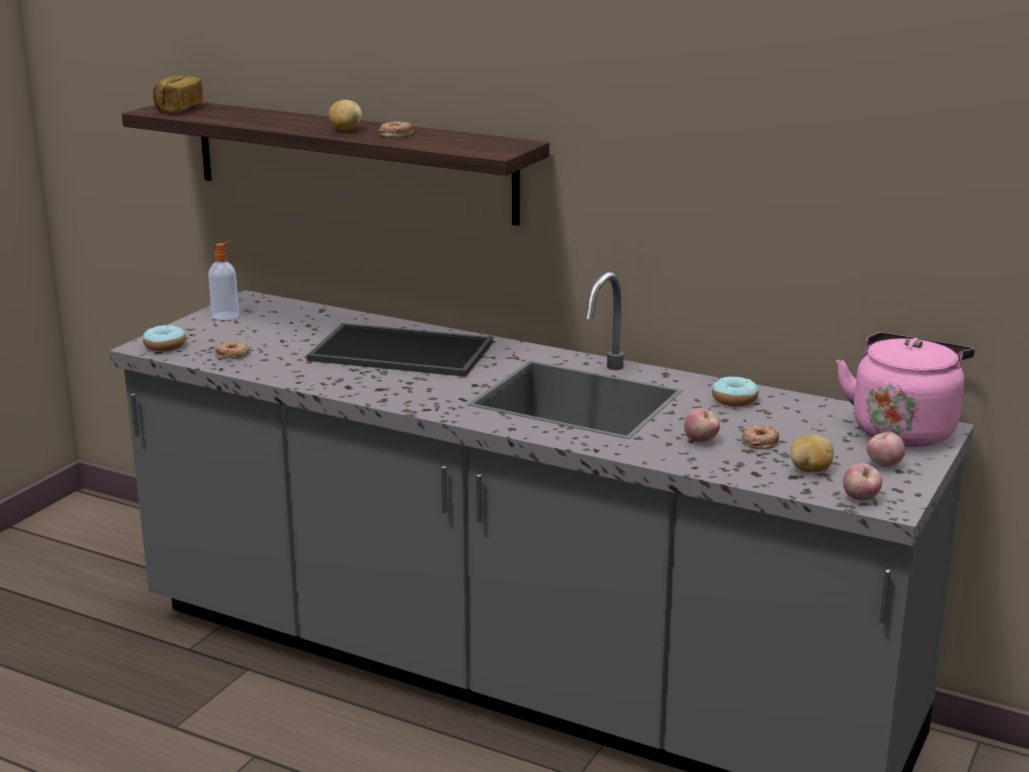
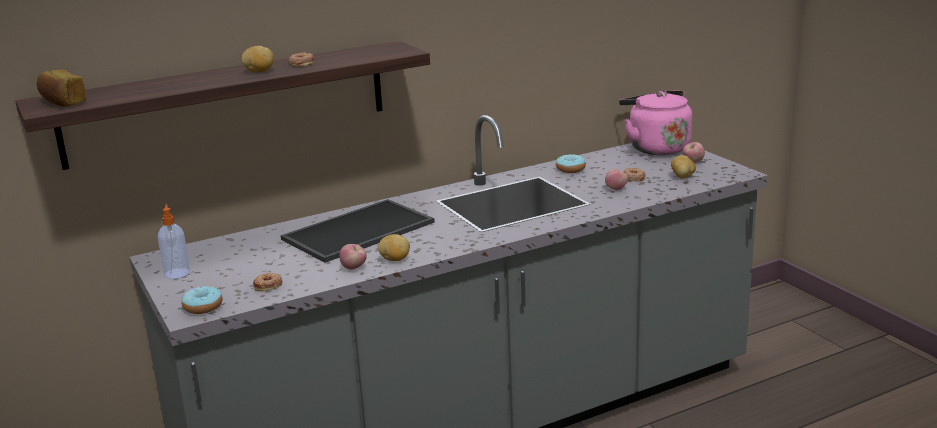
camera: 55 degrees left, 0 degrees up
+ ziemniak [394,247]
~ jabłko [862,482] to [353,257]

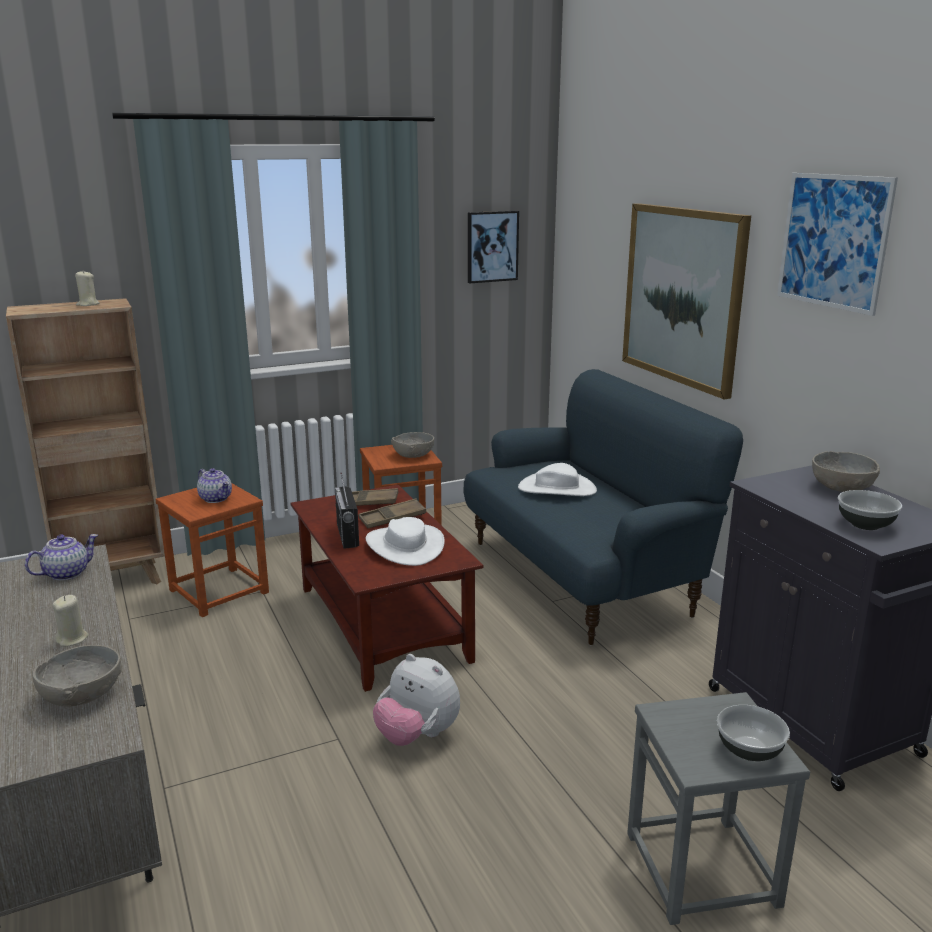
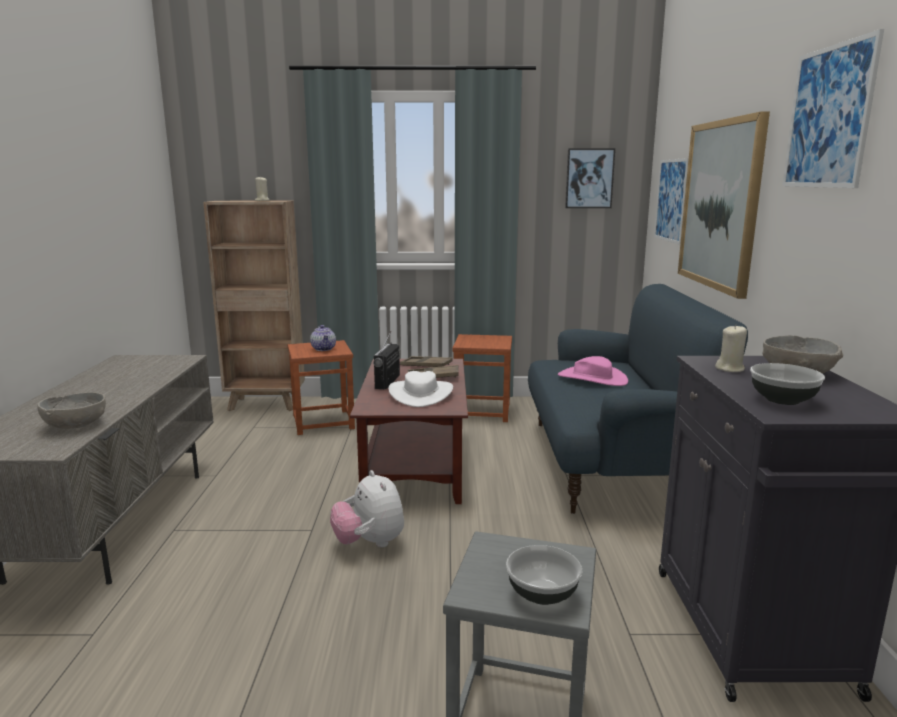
camera: 25 degrees right, 5 degrees down
- imbryk [61,557]
- miska (szary) [412,445]
+ obraz [671,201]
~ świeca (beżowy) [70,621] to [731,348]
~ kapelusz (biały) [557,479] to kapelusz (różowy) [593,371]

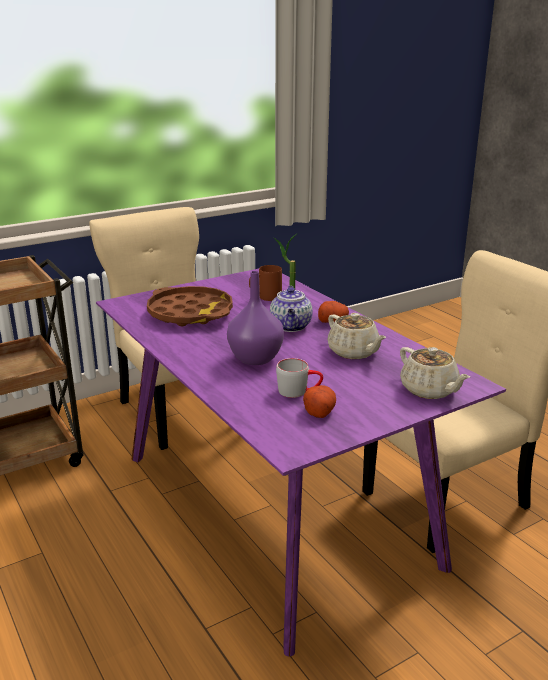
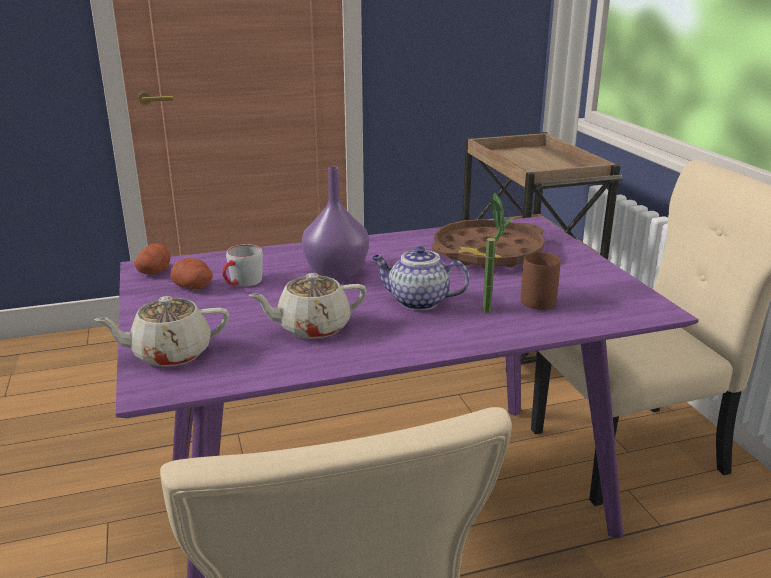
camera: 105 degrees right, 0 degrees up
~ ziemniak [333,312] to [152,258]

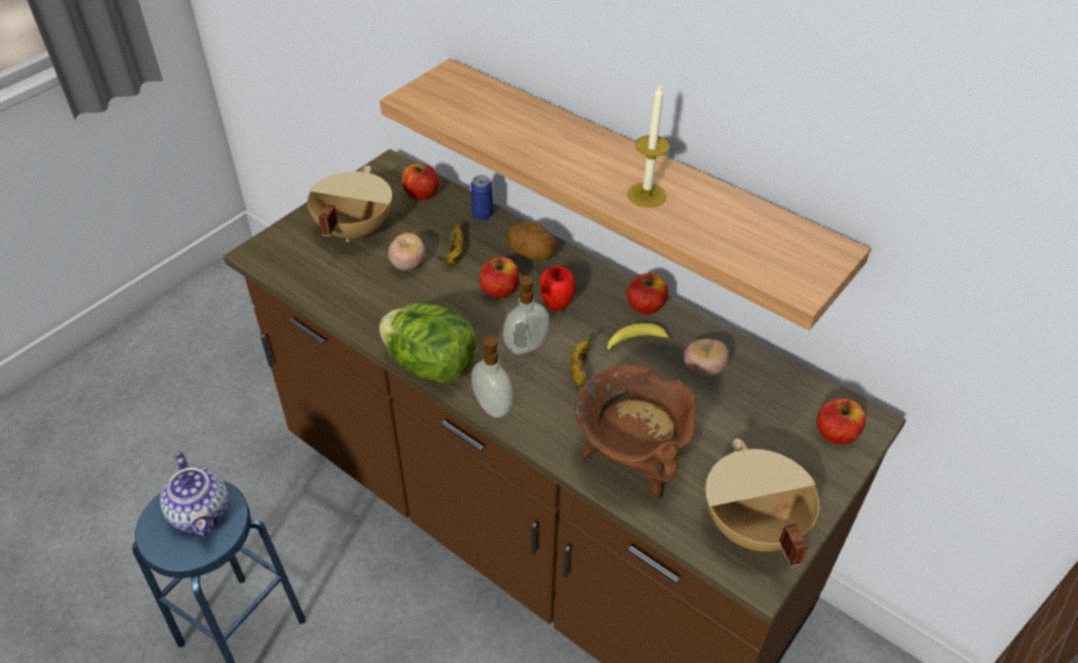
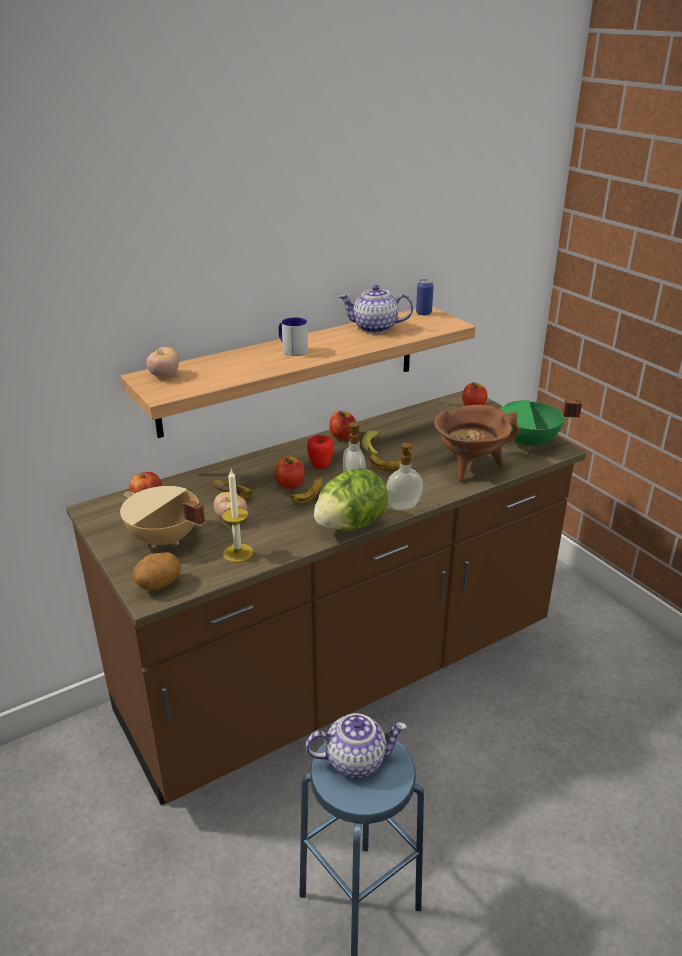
camera: 70 degrees left, 15 degrees down
+ kubek [293,336]
+ banan [303,490]
+ imbryk [375,309]
~ puszka [482,198] to [425,297]
~ ziemniak [531,241] to [157,571]
~ świeca [648,146] to [237,516]
~ pomidor [707,357] to [162,362]
~ garnek (beżowy) [762,503] to garnek (zielony) [541,425]

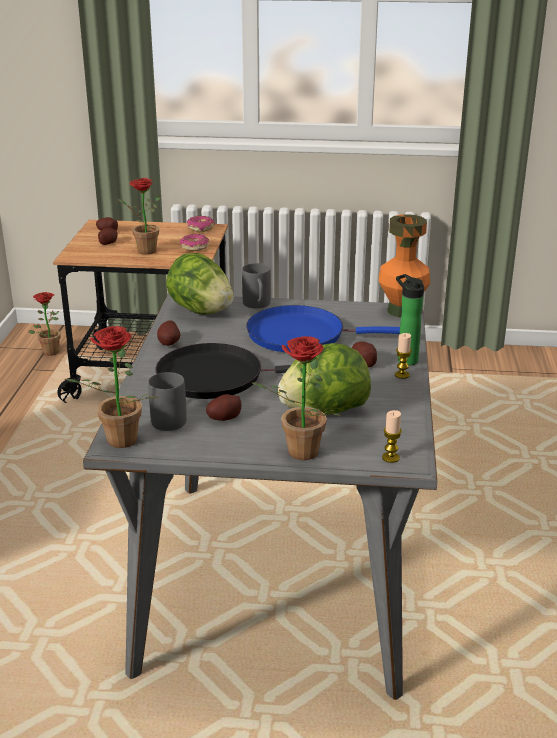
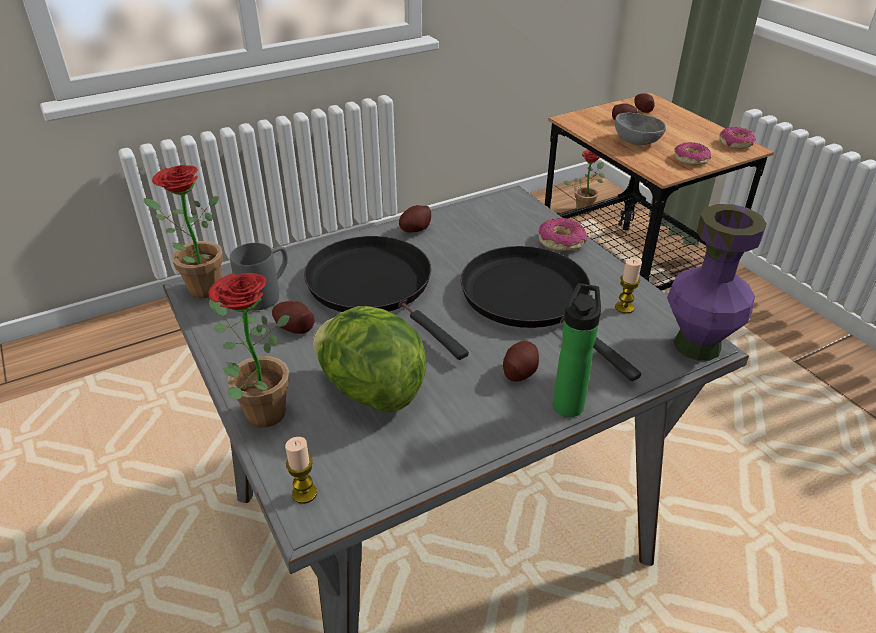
camera: 55 degrees right, 10 degrees up
- sałata [200,284]
~ świeca [403,356] to [628,286]
~ roślina doniczkowa [139,216] to miska (szary) [640,128]
~ kubek (szary) [256,286] to donut [563,234]
~ patelnia (niebieski) [323,329] to patelnia (czarny) [551,313]
~ wazon (pomarańczowy) [404,265] to wazon (fioletowy) [717,282]

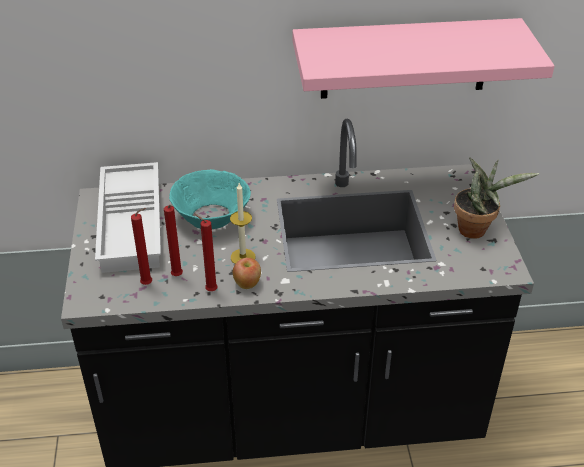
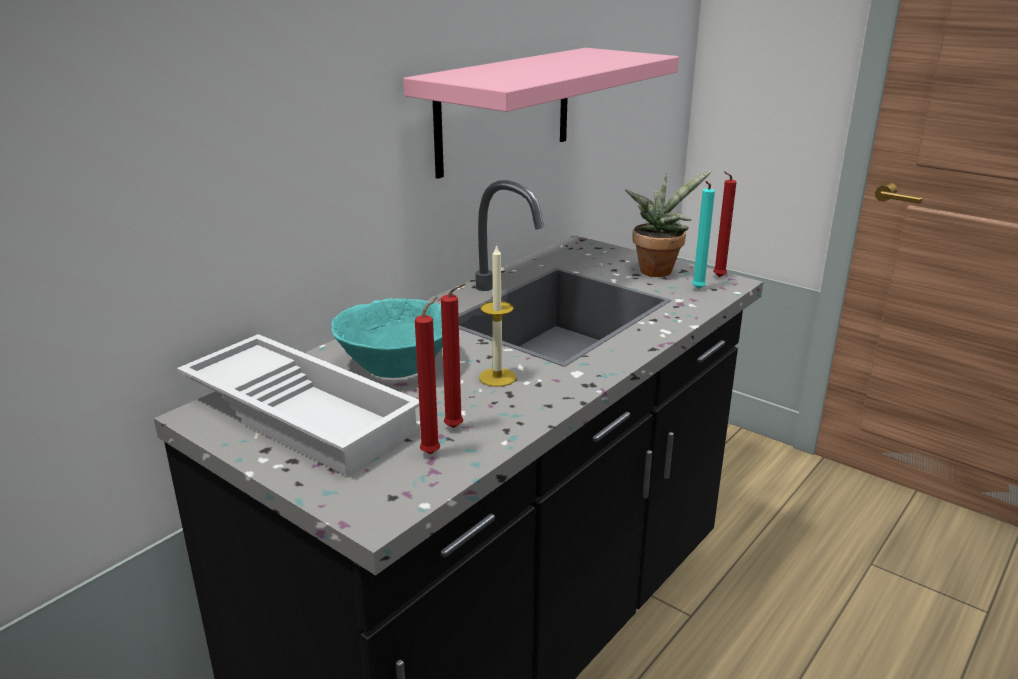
camera: 45 degrees left, 15 degrees down
- jabłko [247,273]
+ świeca (turkusowy) [703,235]
~ świeca (czerwony) [206,252] to [725,224]

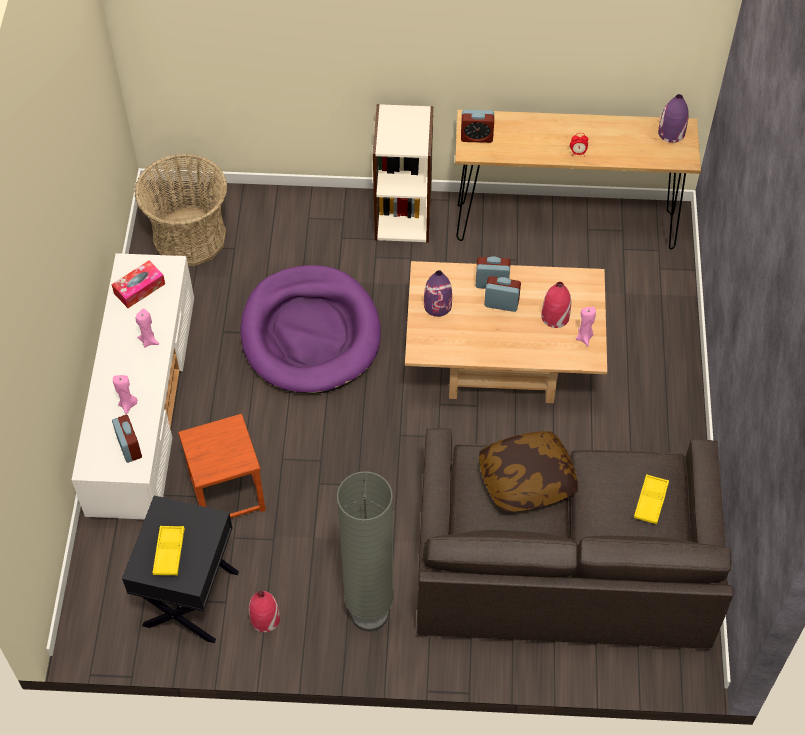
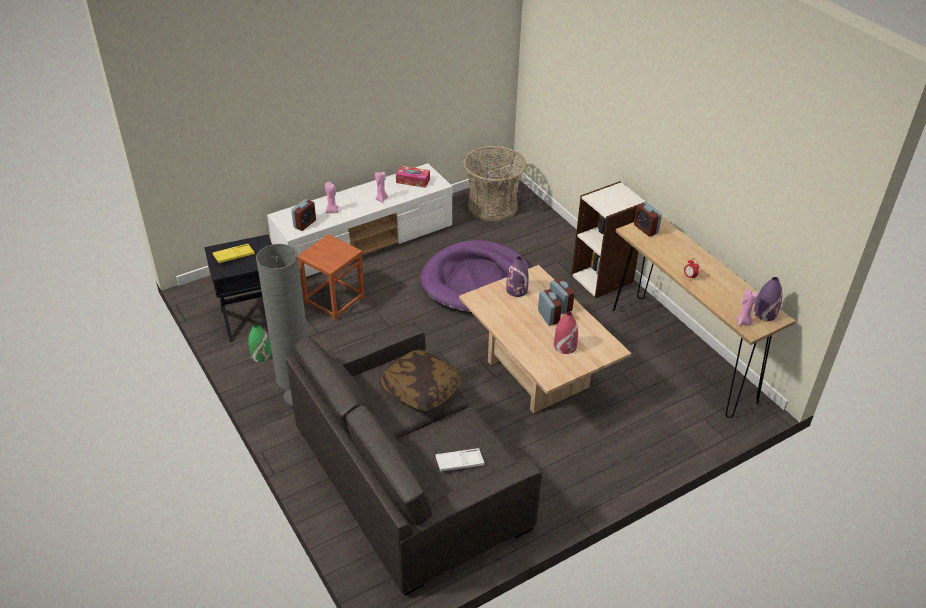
camera: 55 degrees right, 15 degrees down
~ świeca (różowy) [586,326] to [747,307]
~ wazon (czerwony) [264,611] to wazon (zielony) [260,343]
~ taca (żółty) [651,499] to taca (biały) [460,460]

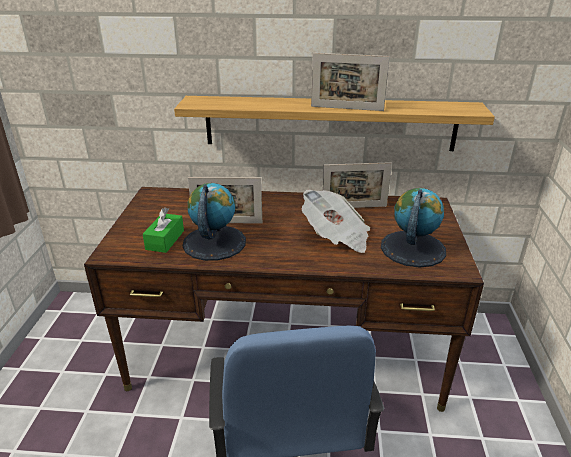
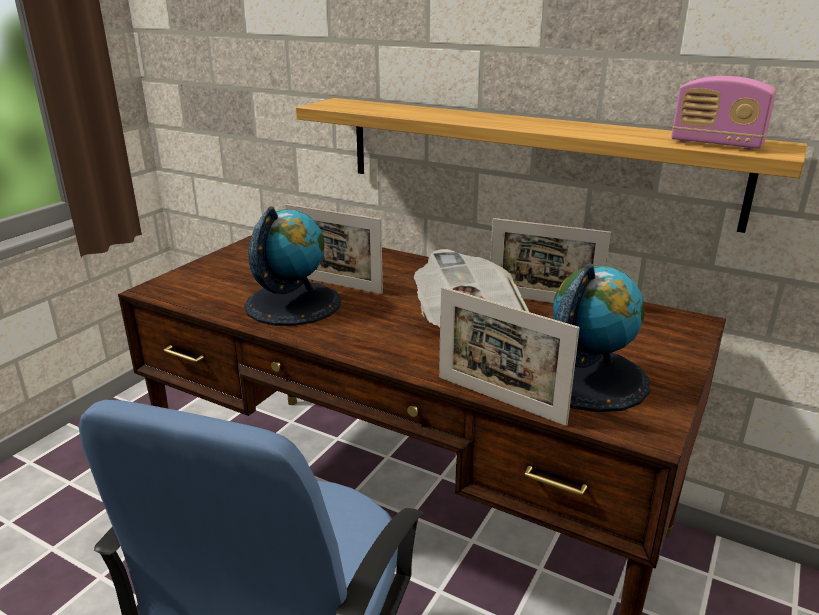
camera: 25 degrees right, 5 degrees down
- pudełko chusteczek (zielony) [163,230]
+ radio [724,113]
~ ramka na zdjęcie [350,82] to [509,356]

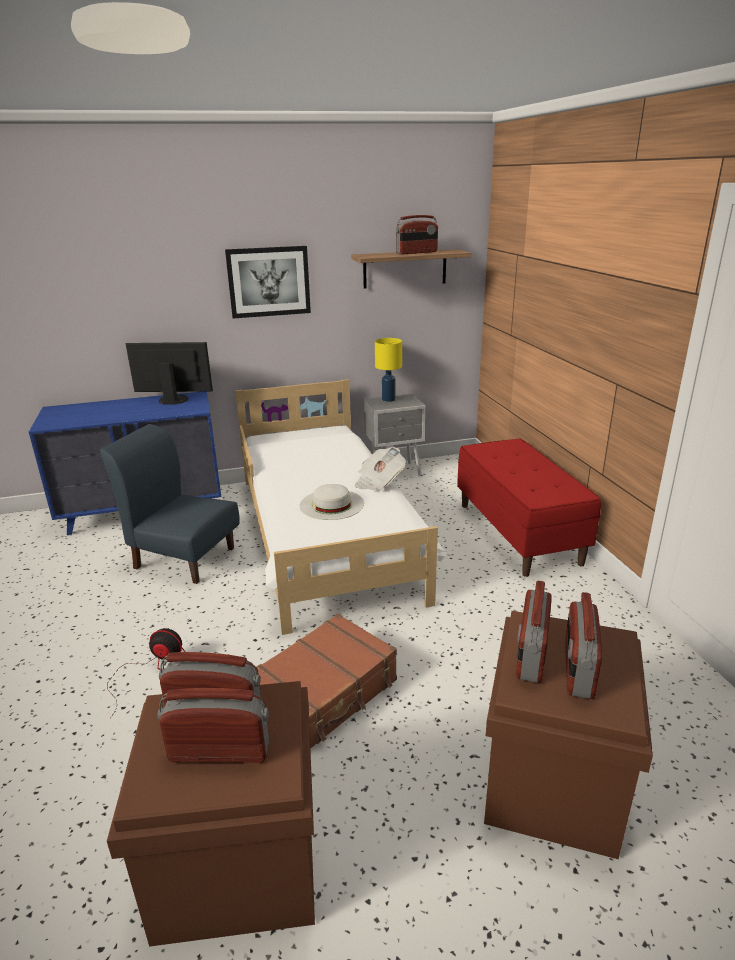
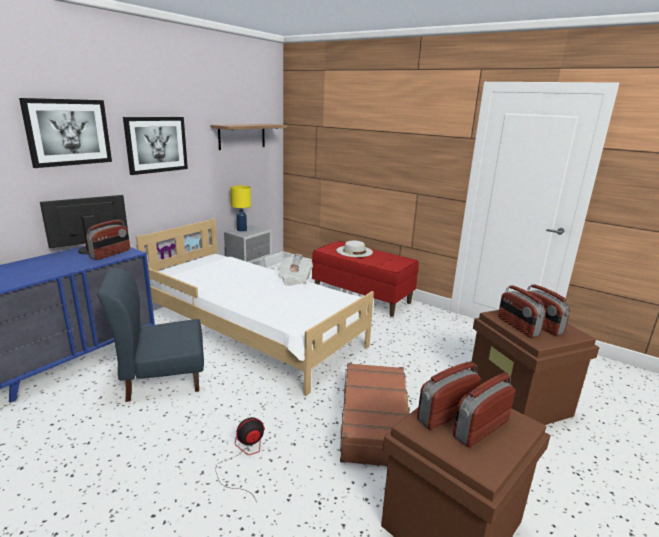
camera: 40 degrees left, 5 degrees down
+ obraz [65,133]
~ kapelusz (biały) [332,502] to [355,248]
~ radio [417,234] to [108,240]

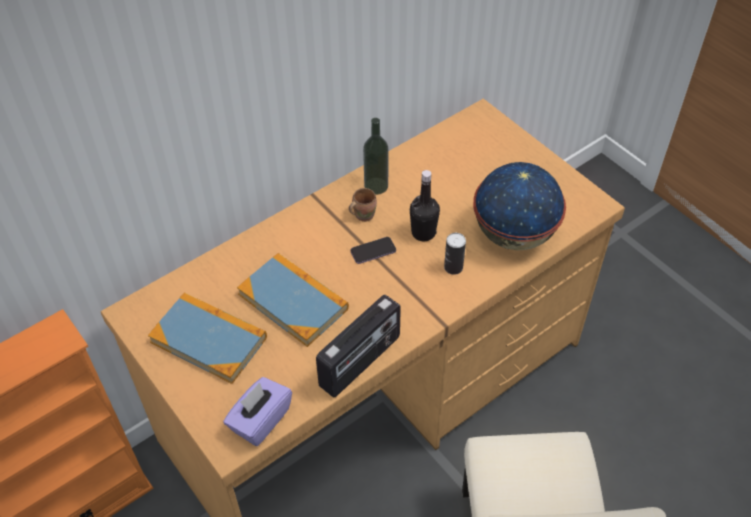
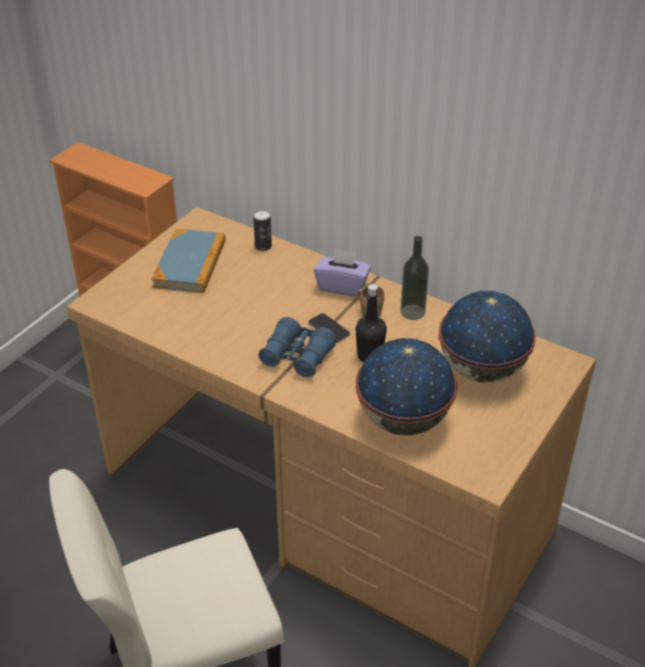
camera: 70 degrees right, 10 degrees down
- książka [293,300]
- radio [358,346]
+ lornetka (niebieski) [297,347]
+ globus [487,337]
~ pudełko chusteczek (fioletowy) [257,411] to [342,272]
~ puszka [455,254] to [262,230]

